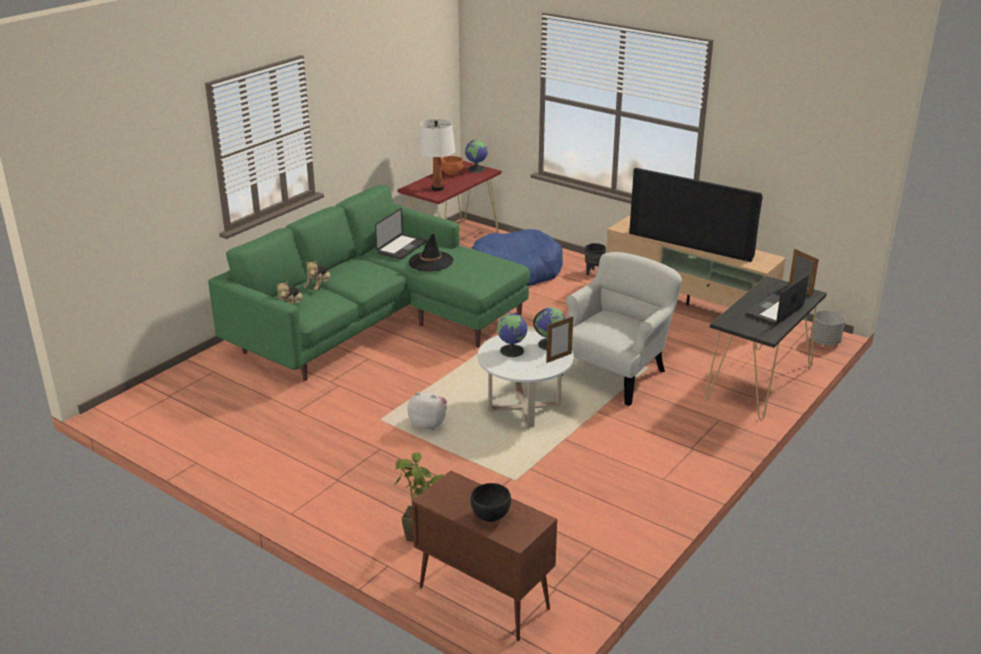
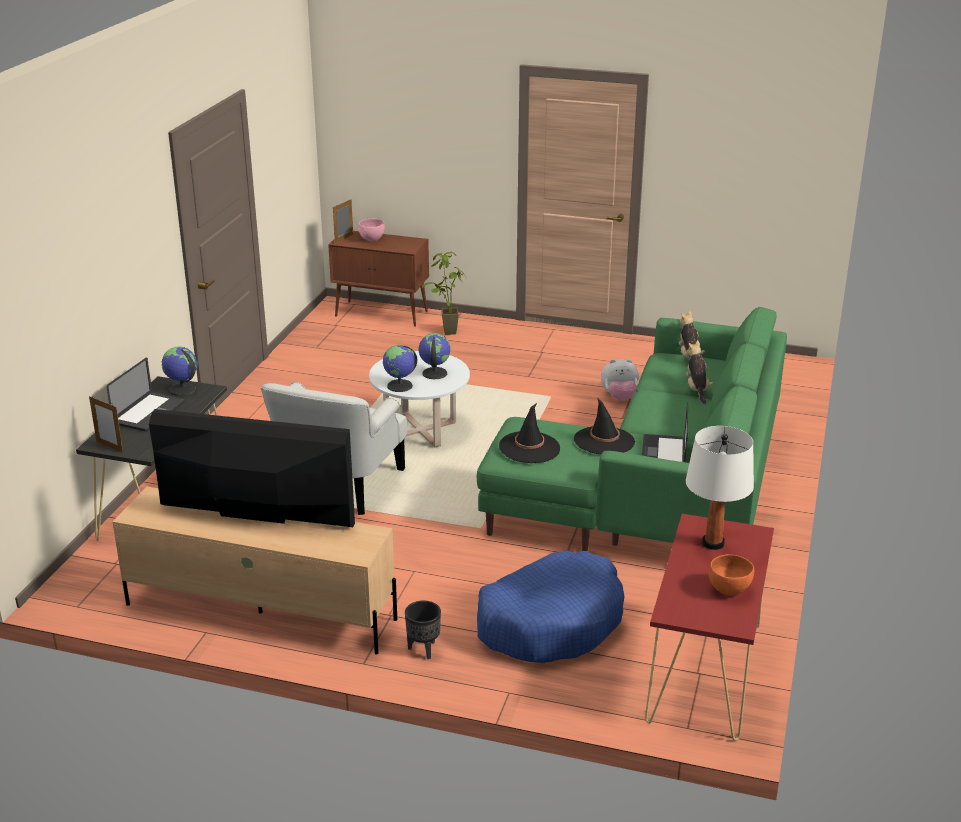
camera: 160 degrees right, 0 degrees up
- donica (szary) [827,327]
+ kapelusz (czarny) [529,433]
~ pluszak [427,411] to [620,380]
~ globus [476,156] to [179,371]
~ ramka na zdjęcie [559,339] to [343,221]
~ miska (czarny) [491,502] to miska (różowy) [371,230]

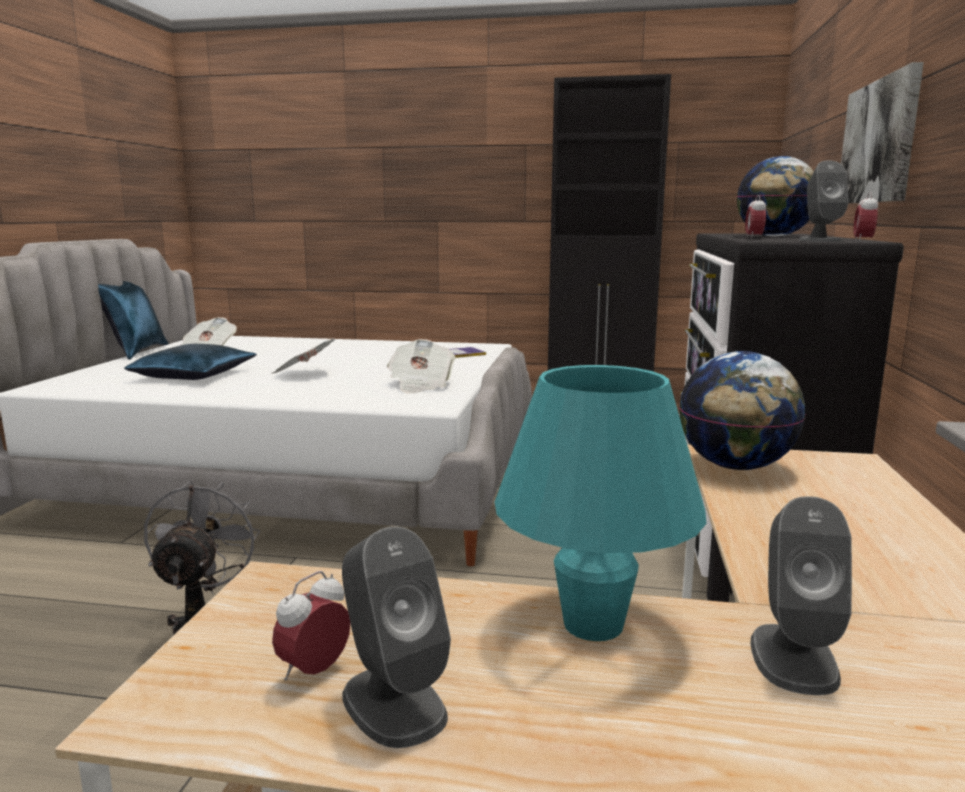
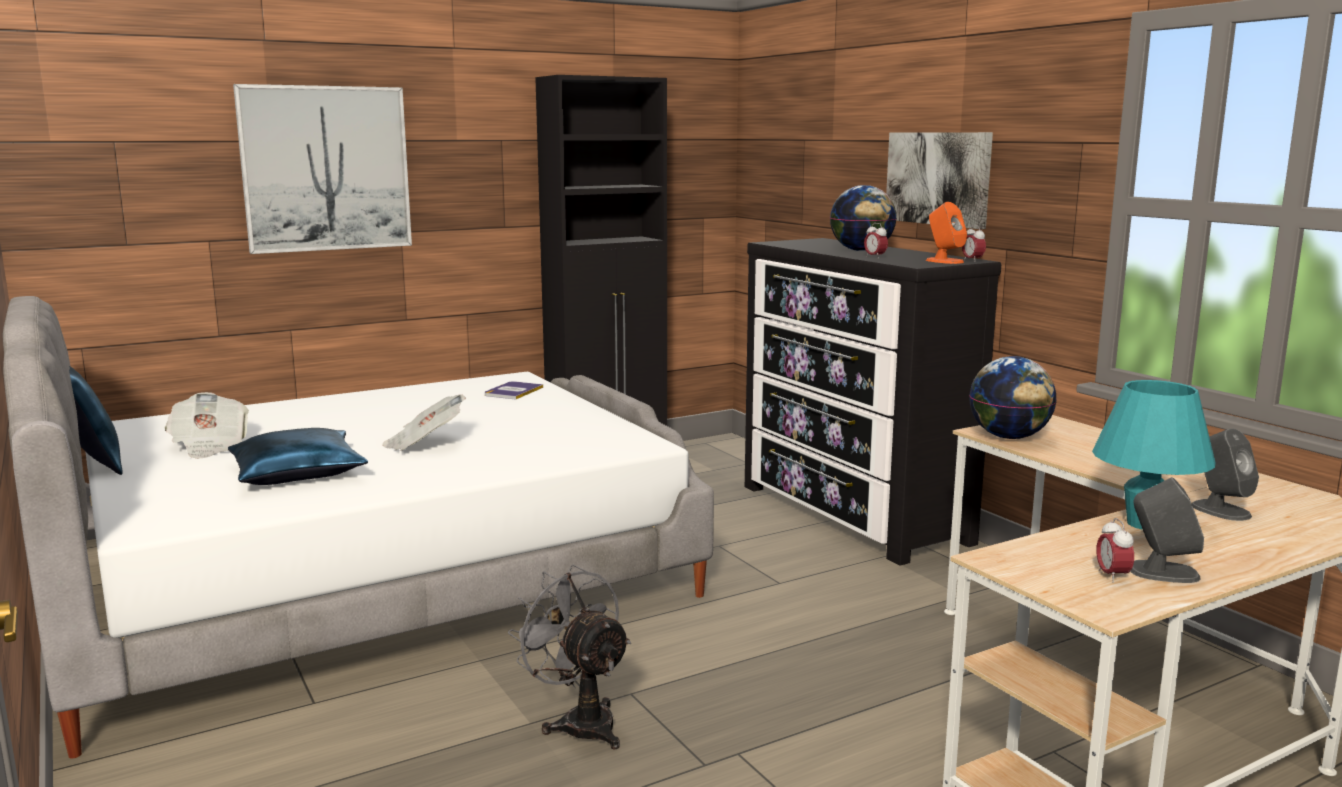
camera: 40 degrees left, 0 degrees up
- gazeta [421,366]
+ obraz [322,169]
~ głośnik (szary) [824,201] to głośnik (pomarańczowy) [946,233]

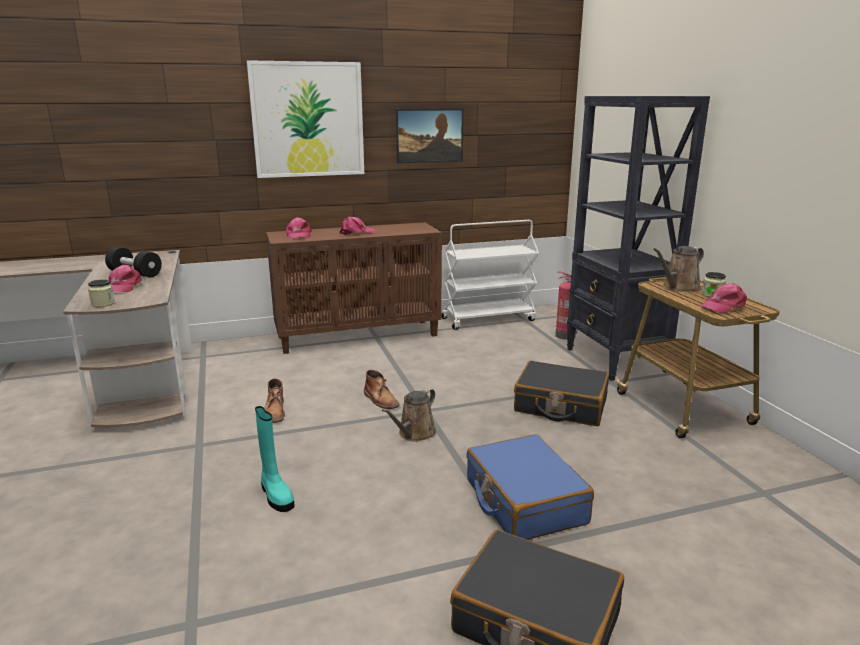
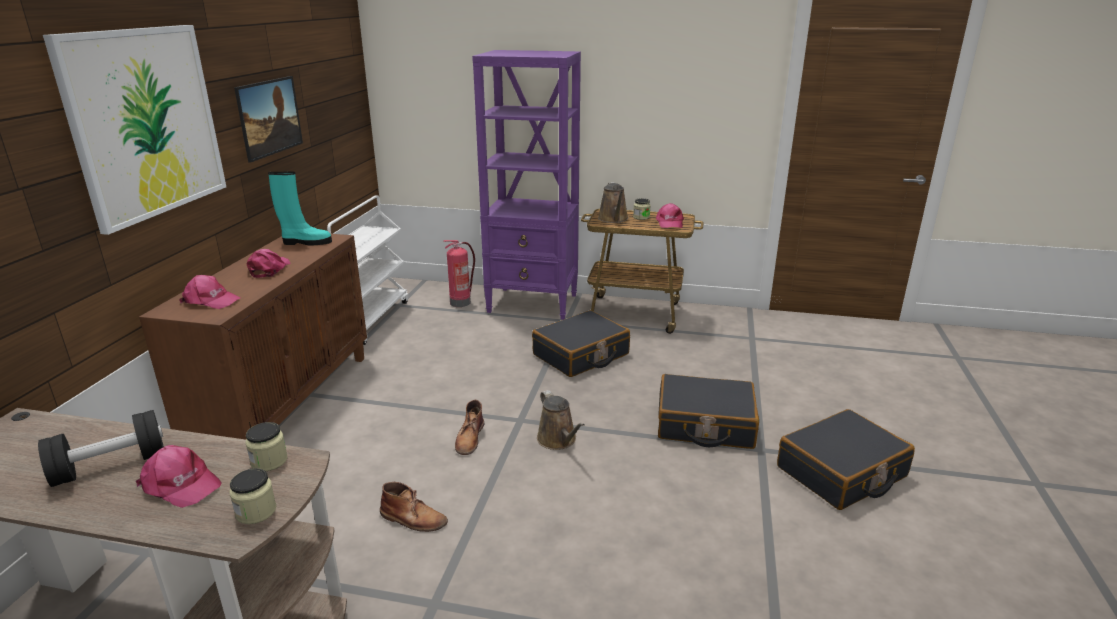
camera: 60 degrees left, 5 degrees up
+ słoik [266,446]
~ but z cholewką (turkusowy) [274,459] to [300,208]
~ walizka (niebieski) [530,487] to walizka (czarny) [708,411]
~ regał (czarny) [638,238] to regał (fioletowy) [526,185]
~ but z cholewką (brązowy) [381,389] = [469,427] 105 degrees clockwise

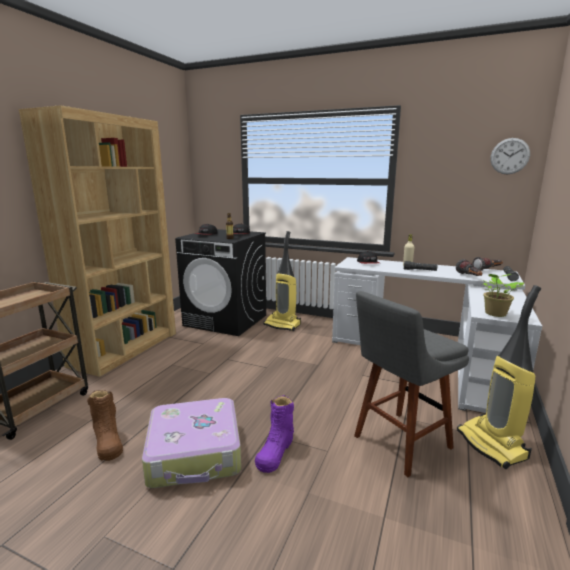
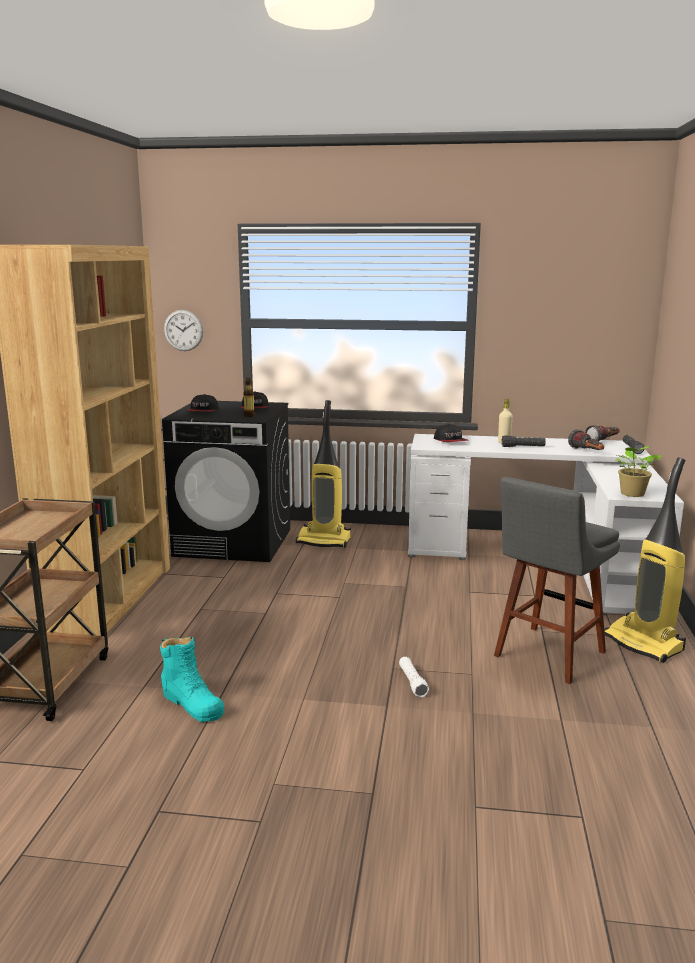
camera: 15 degrees left, 0 degrees up
- walizka [191,443]
~ zegar ścienny [510,156] to [183,330]
~ but z cholewką (fioletowy) [274,434] to latarka (biały) [414,677]
~ but z cholewką (brązowy) [105,425] to but z cholewką (turkusowy) [192,679]

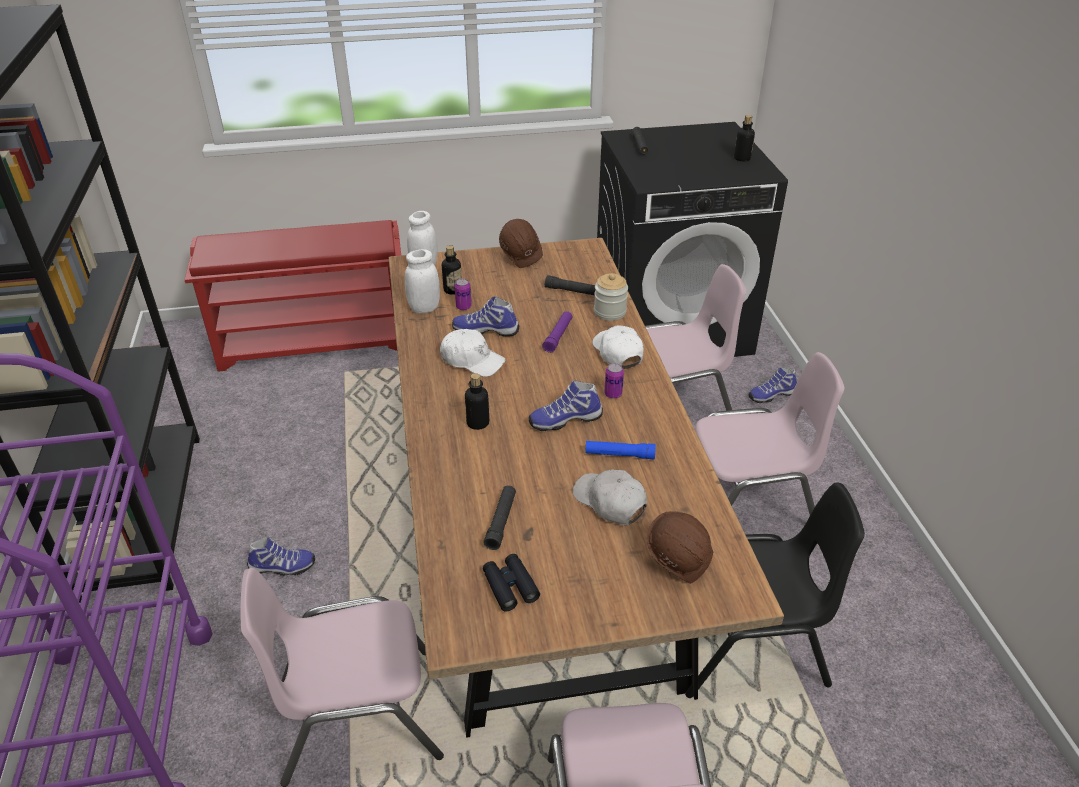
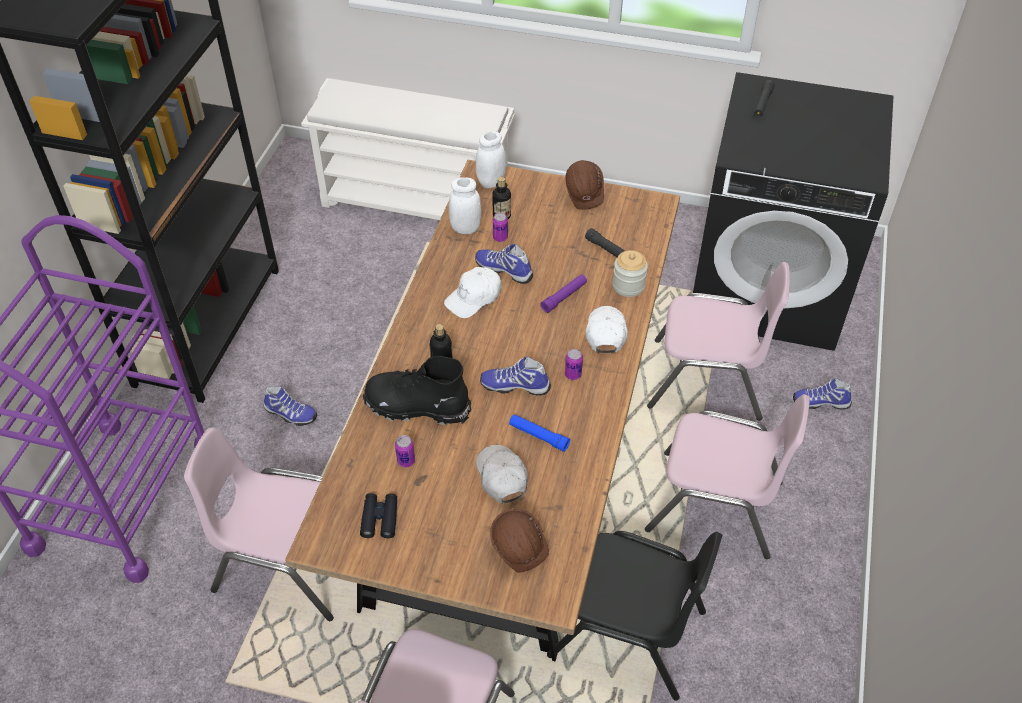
camera: 25 degrees right, 10 degrees up
- butelka [744,138]
+ but z cholewką (czarny) [417,390]
~ latarka (czarny) [499,518] to puszka [405,451]
~ regał na buty (czerwony) [292,296] to regał na buty (biały) [408,149]
~ czapka z daszkiem (biały) [473,353] = [473,292] 90 degrees clockwise

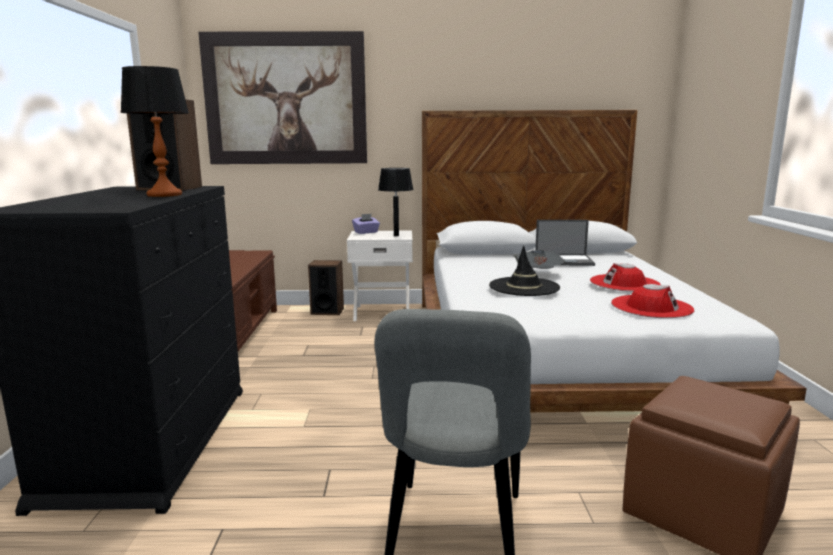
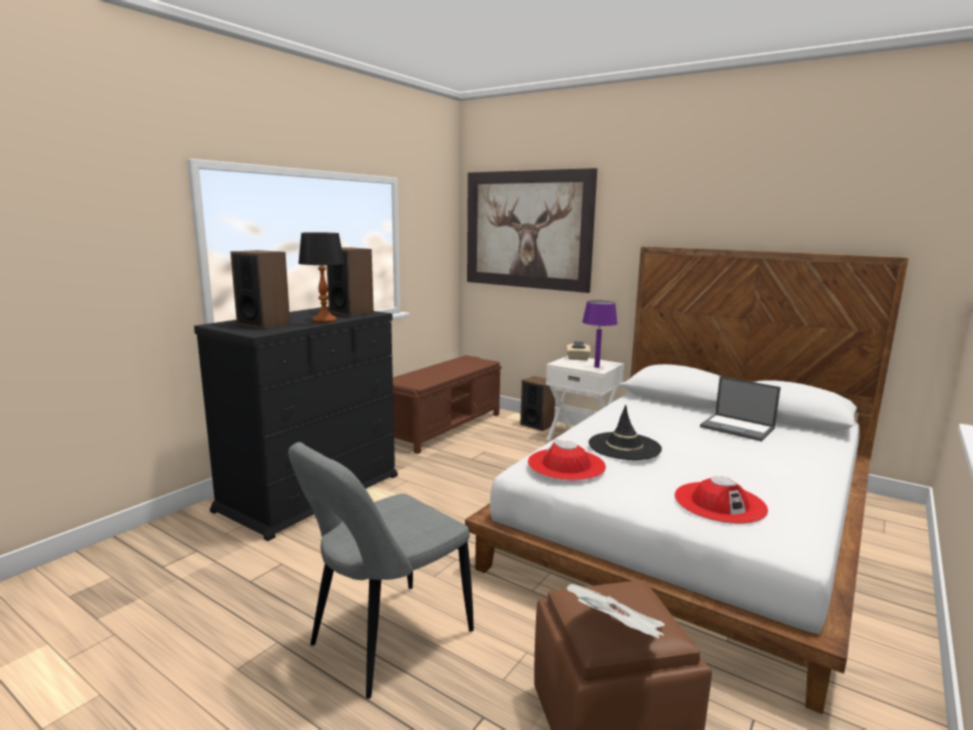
camera: 35 degrees right, 0 degrees up
+ głośnik [260,289]
~ gazeta [539,259] to [616,611]
~ kapelusz (czerwony) [625,277] to [567,459]
~ pudełko chusteczek (fioletowy) [366,224] to pudełko chusteczek (beżowy) [578,350]
~ lampa stołowa (czarny) [395,202] to lampa stołowa (fioletowy) [600,334]

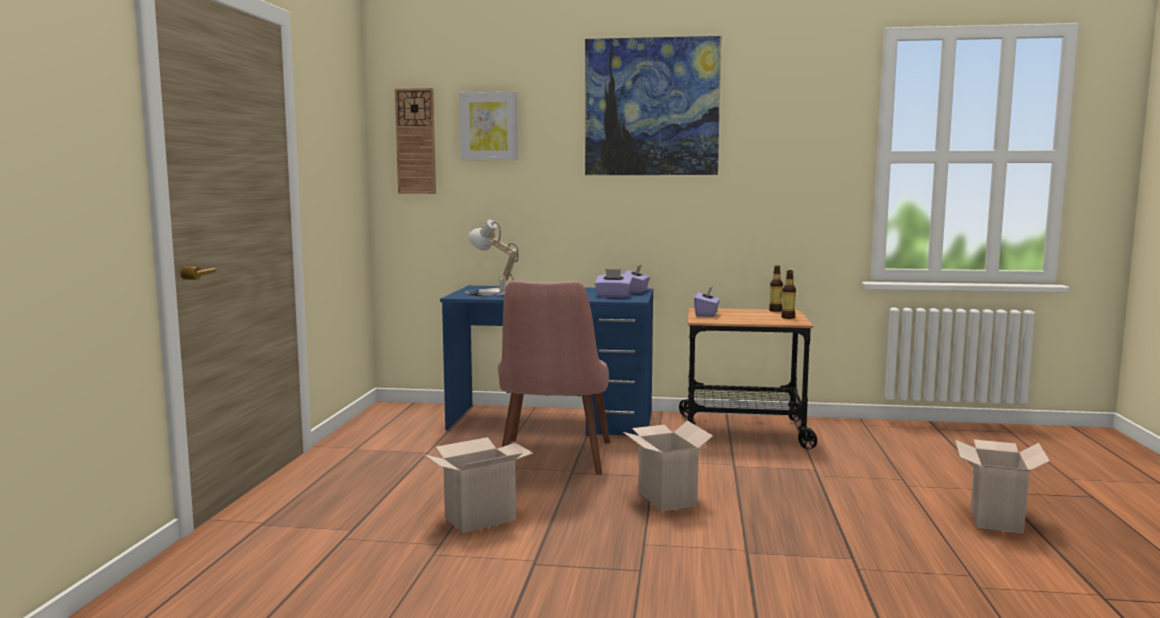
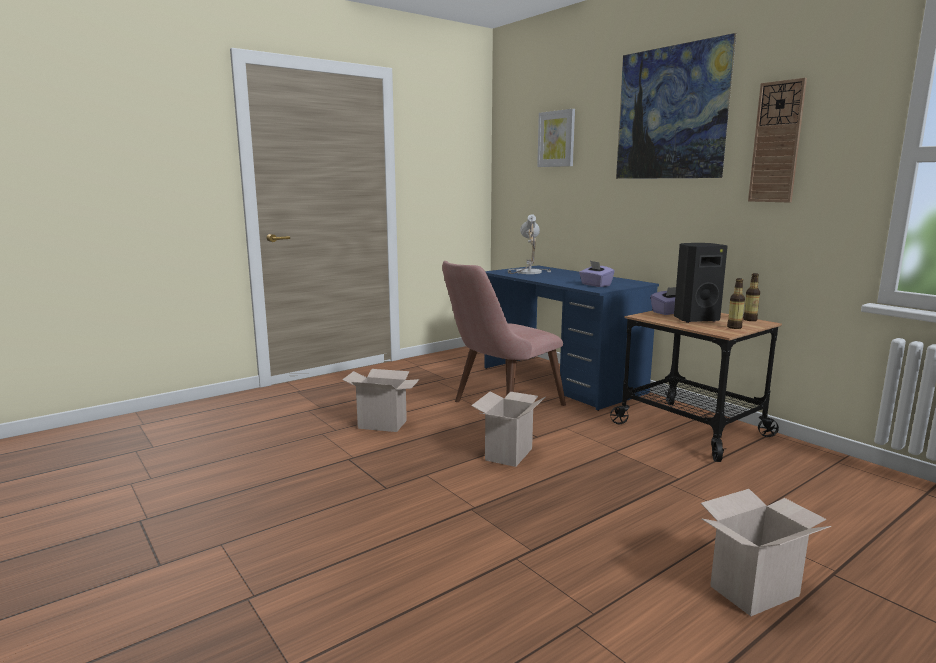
camera: 45 degrees right, 5 degrees up
- pudełko chusteczek (fioletowy) [636,279]
+ głośnik (czarny) [701,283]
~ zegar ścienny [415,141] to [777,140]

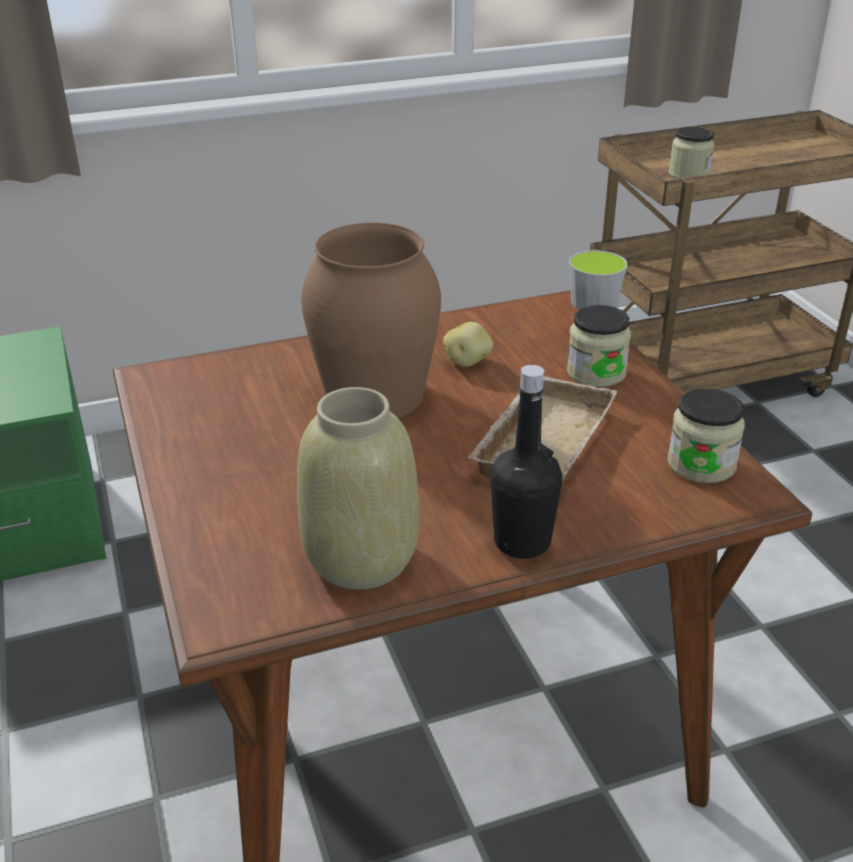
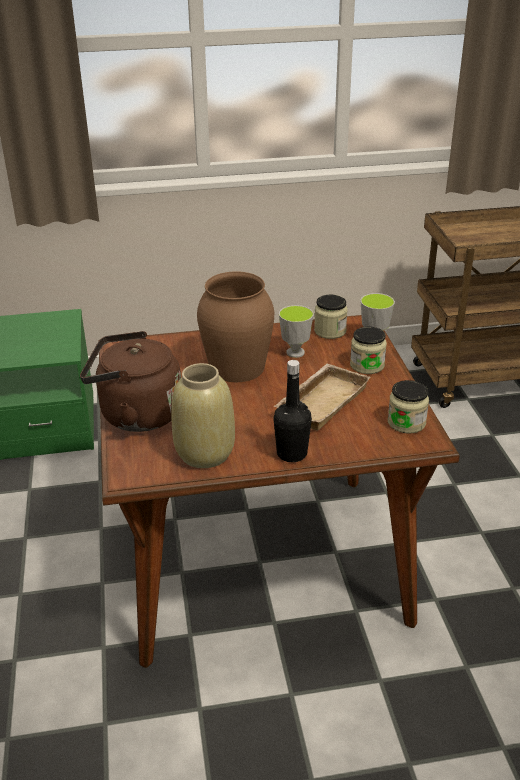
camera: 10 degrees right, 0 degrees up
+ czajnik (brązowy) [130,381]
~ słoik [691,153] to [331,317]
~ ziemniak [468,344] to filiżanka [296,331]

